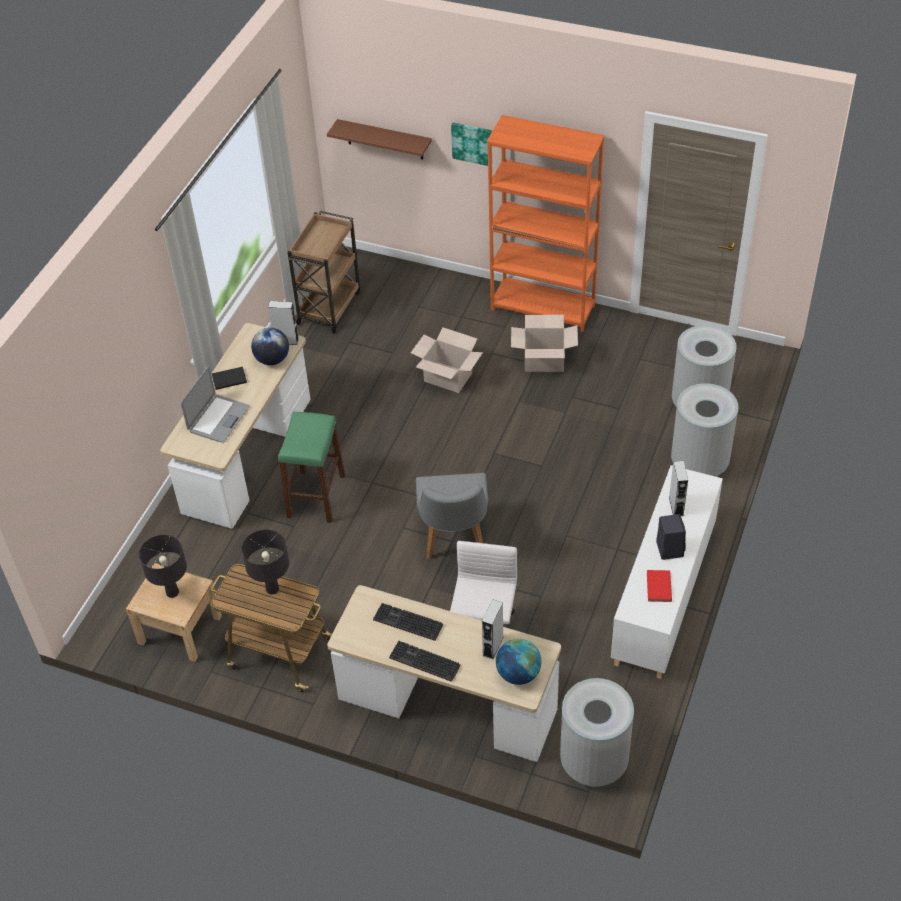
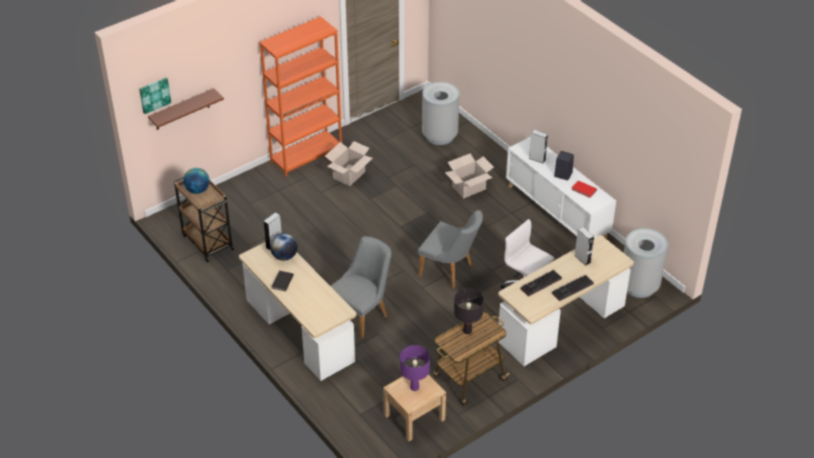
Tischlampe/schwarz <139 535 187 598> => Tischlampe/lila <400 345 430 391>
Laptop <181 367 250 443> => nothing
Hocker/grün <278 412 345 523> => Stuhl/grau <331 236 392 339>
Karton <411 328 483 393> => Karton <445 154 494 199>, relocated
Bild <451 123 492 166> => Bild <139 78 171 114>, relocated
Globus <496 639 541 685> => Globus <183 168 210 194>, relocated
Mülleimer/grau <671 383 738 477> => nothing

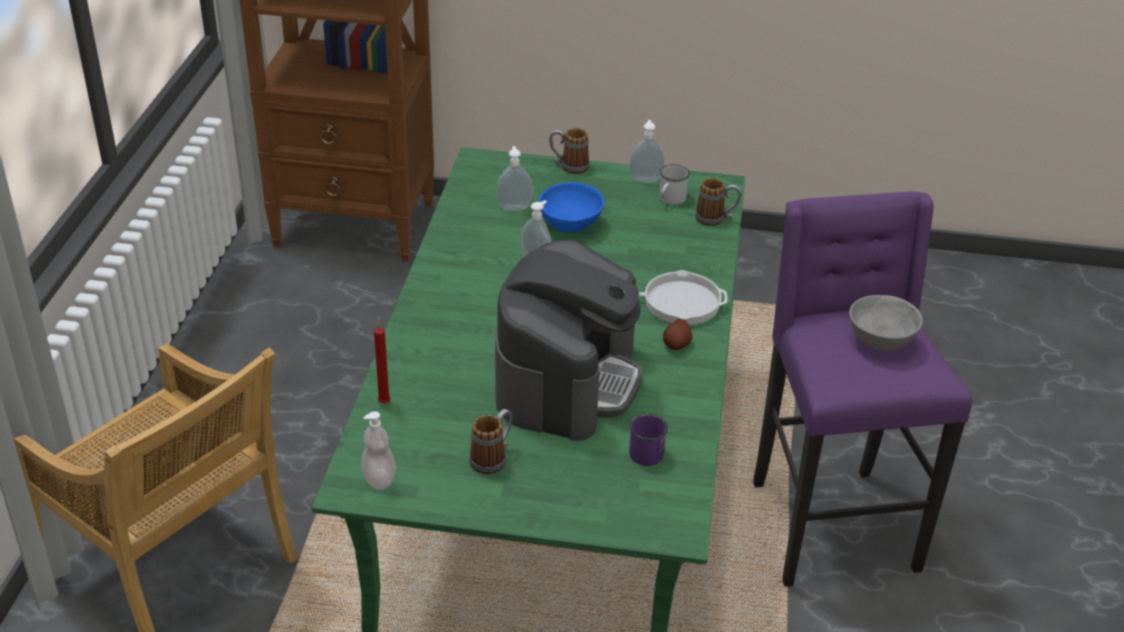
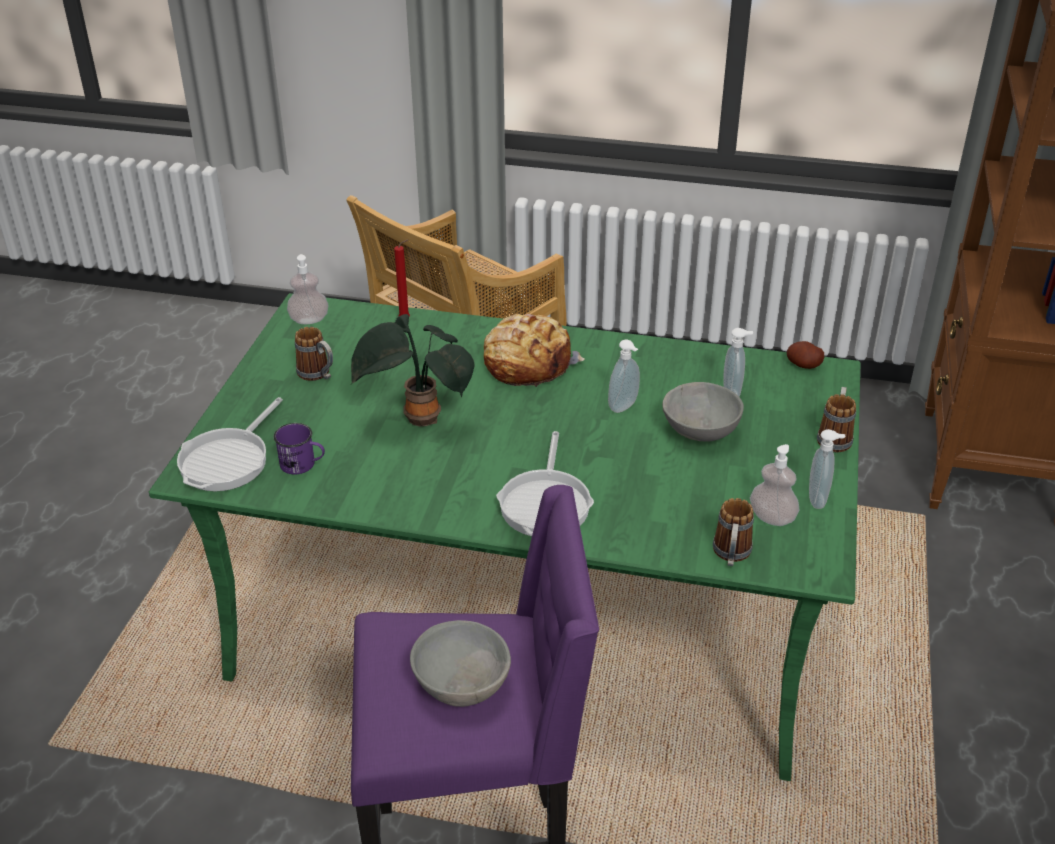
Kaffeemaschine <495 240 642 441> => Topfpflanze <351 314 474 427>
Schüssel/blau <539 182 604 233> => Schüssel/grau <662 382 744 442>
Henkelbecher/weiß <659 165 690 205> => Seifenspender <750 444 800 526>
Kartoffel <663 319 693 350> => Kartoffel <787 341 825 369>, relocated
nothing => Pfanne <177 397 283 491>
nothing => Brot <484 314 585 387>

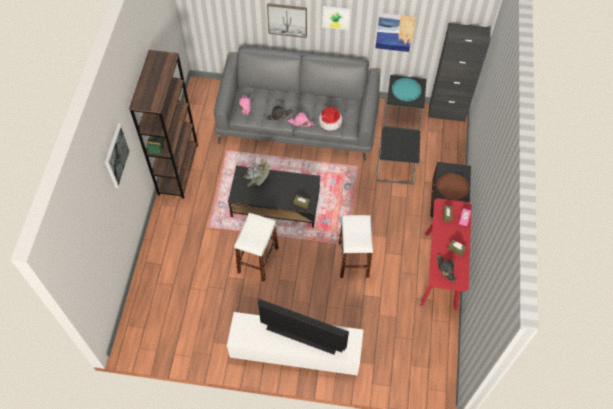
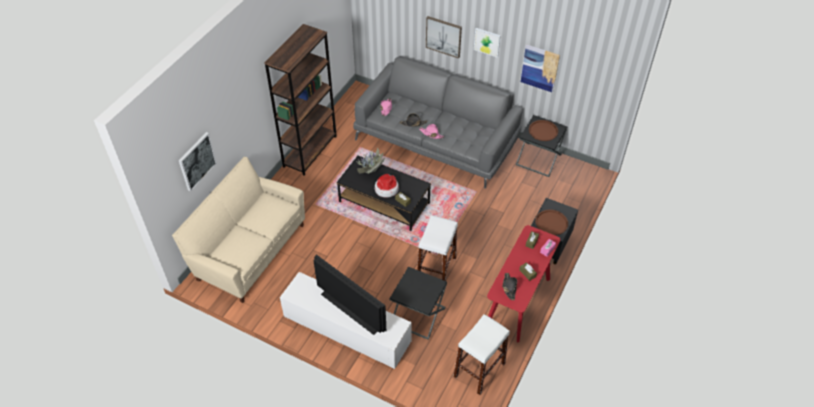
Bild <105 123 131 188> => Bild <179 132 217 192>, relocated
Hocker/weiß <234 213 279 282> => Hocker/weiß <454 314 510 395>, relocated
Hut <319 107 342 131> => Hut <375 174 399 198>, relocated
Beistelltisch/schwarz <377 127 420 185> => Beistelltisch/schwarz <390 267 447 340>, relocated
Tablett/türkis <392 78 421 101> => Tablett/braun <529 120 558 141>
Schrank/schwarz <428 23 491 122> => nothing
nothing => Sofa/beige <172 157 305 303>

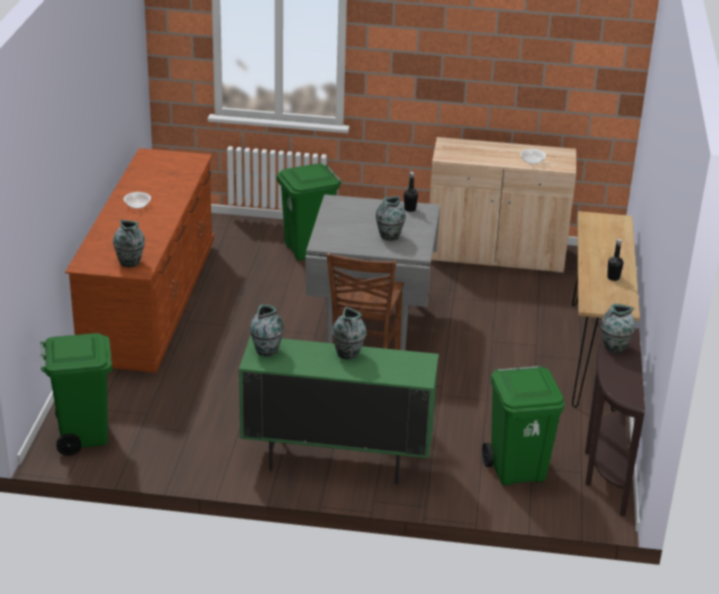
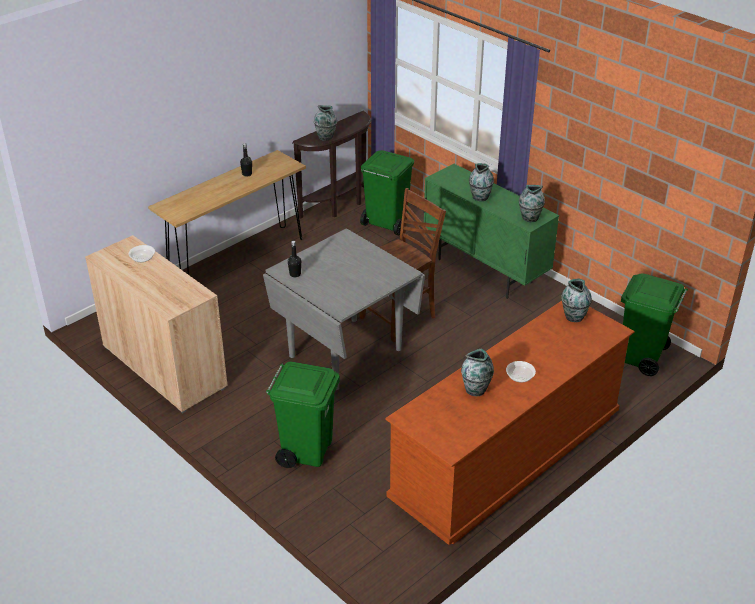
Vase <376 196 406 241> => Vase <461 349 494 396>, relocated

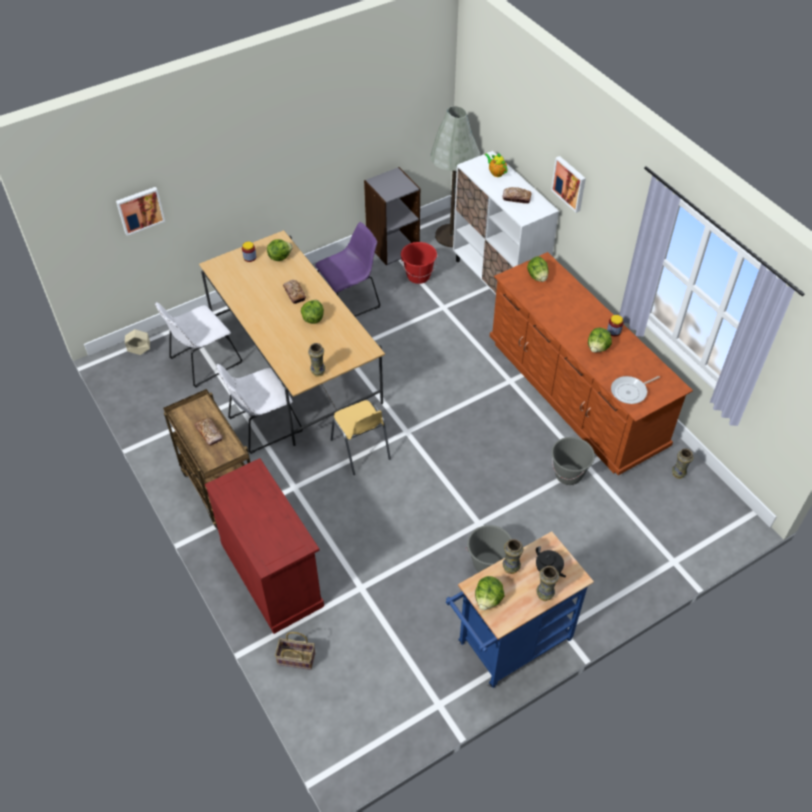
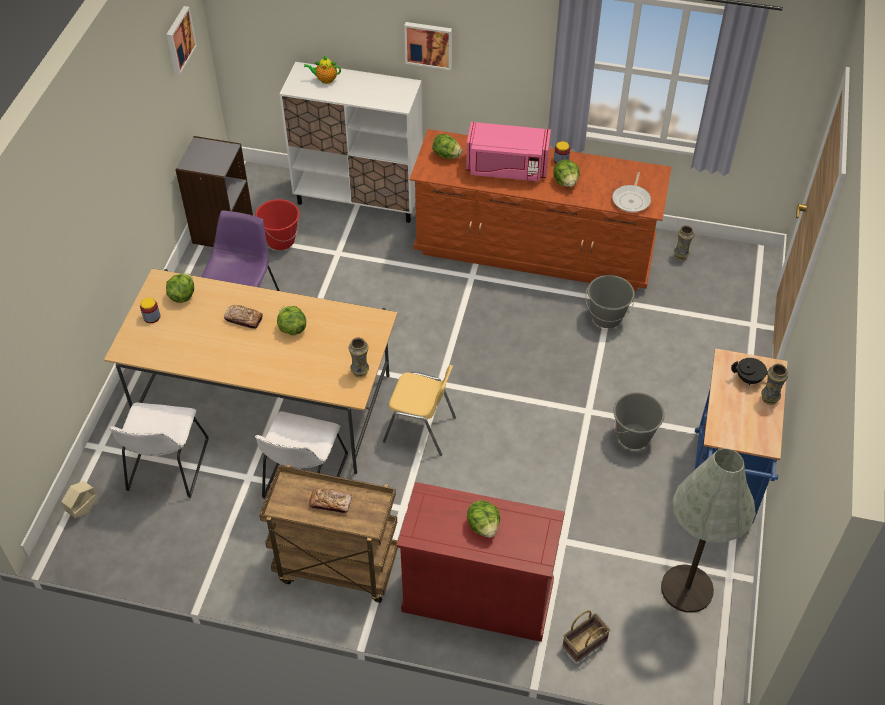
Bild <116 187 165 236> => Bild <166 6 197 74>, relocated
Stehlampe/grau <430 106 480 247> => Stehlampe/grau <661 448 756 613>, relocated
Salatkopf <475 576 504 610> => Salatkopf <467 500 500 538>, relocated
Brot <503 187 532 204> => nothing
Vase <503 539 523 574> => nothing
nothing => Mikrowelle/rosa <466 122 551 181>

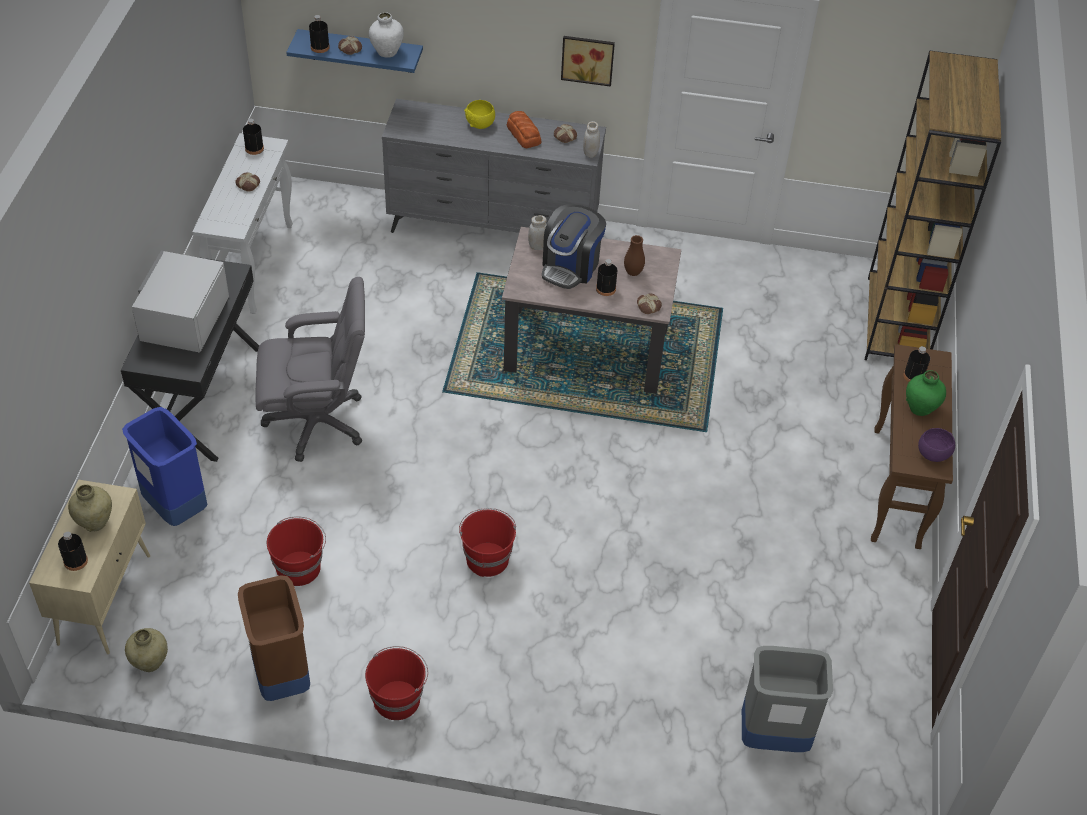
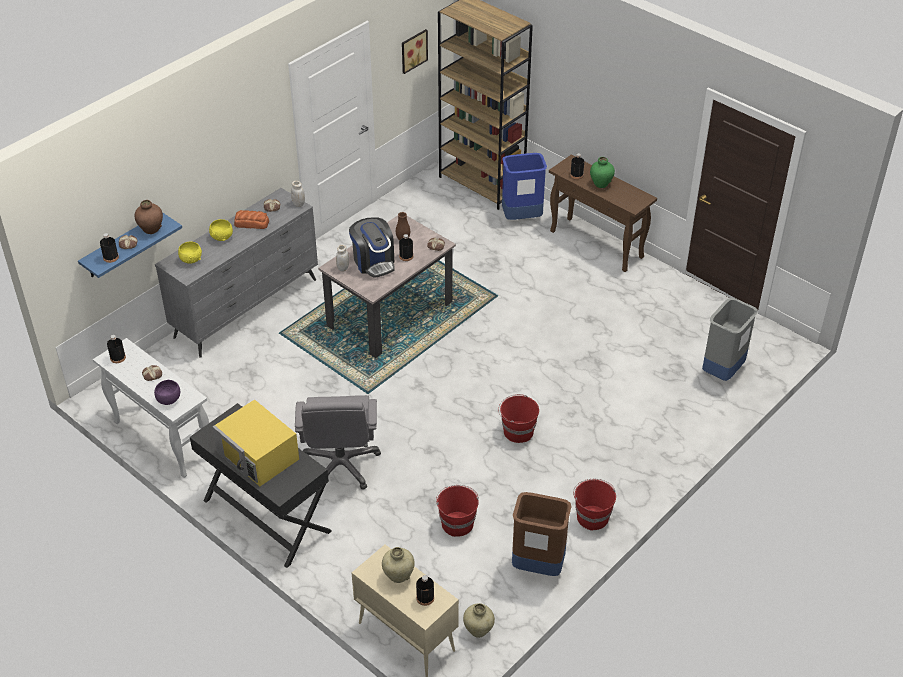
Mülleimer/blau <122 407 207 526> => Mülleimer/blau <502 153 547 220>, relocated
Mikrowelle/weiß <132 251 229 353> => Mikrowelle/gelb <213 399 299 486>
Bürostuhl/grau <255 277 365 462> => Bürostuhl/grau <295 395 381 490>, 150 degrees clockwise
Vase/weiß <369 12 404 58> => Vase/braun <134 200 163 234>
Bild <561 36 615 87> => Bild <402 29 428 74>, relocated
Schüssel/lila <918 428 955 462> => Schüssel/lila <154 379 180 405>, relocated
nothing => Schüssel/gelb <178 242 202 264>

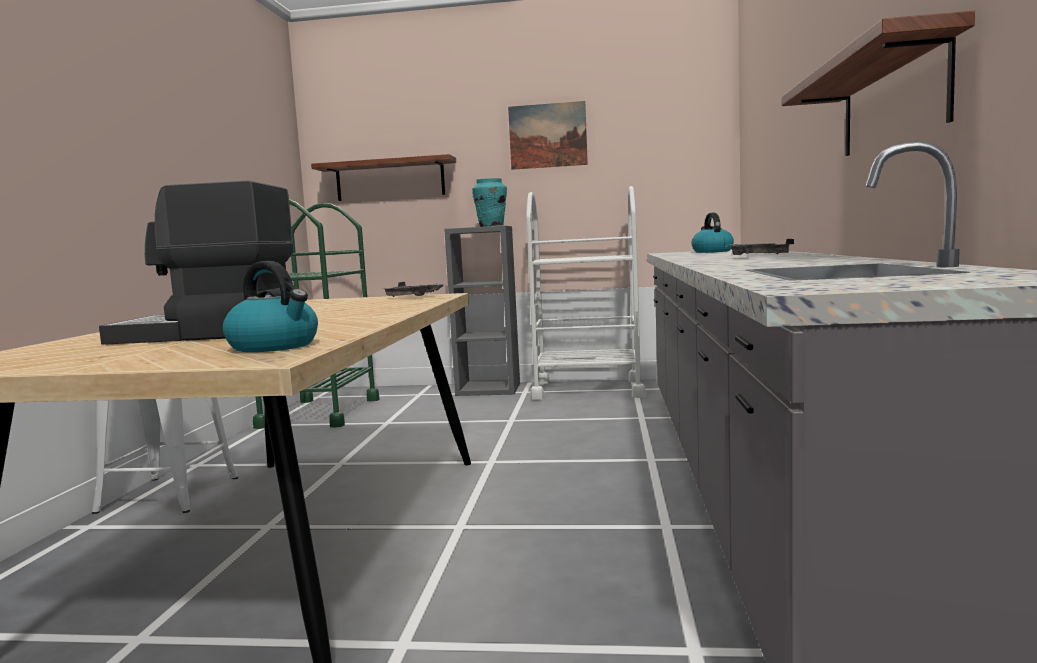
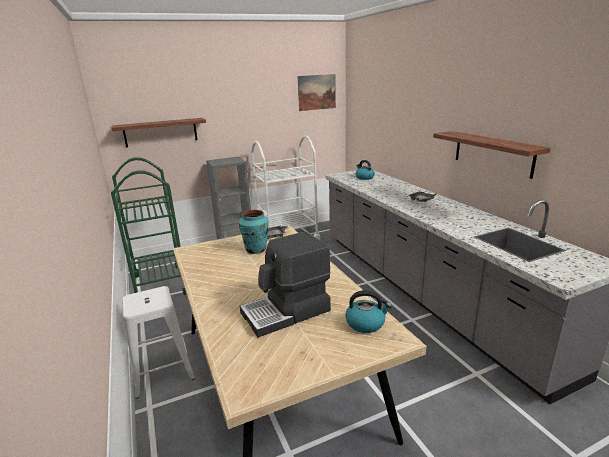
Vase/türkis <472 178 507 227> => Vase/türkis <239 210 269 254>, relocated
Bild <508 101 588 170> => Bild <298 74 336 111>, relocated

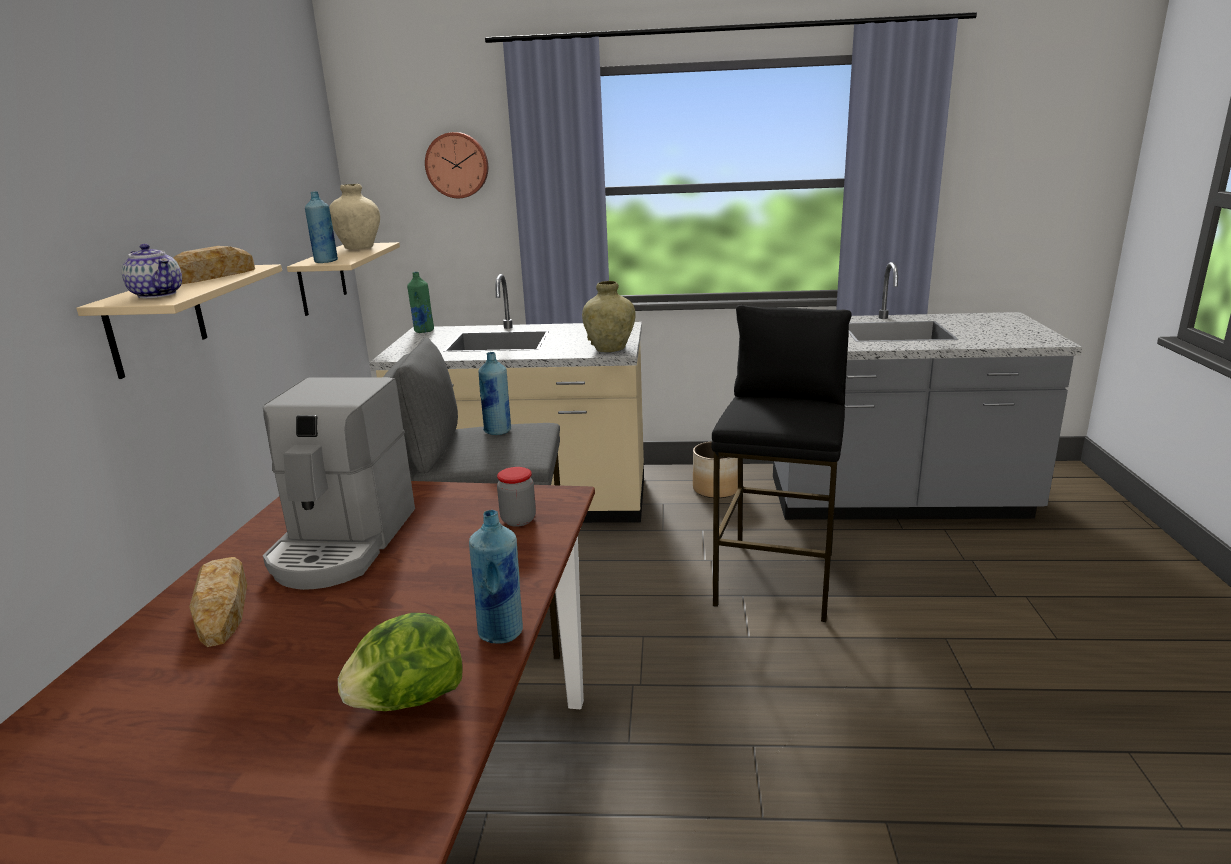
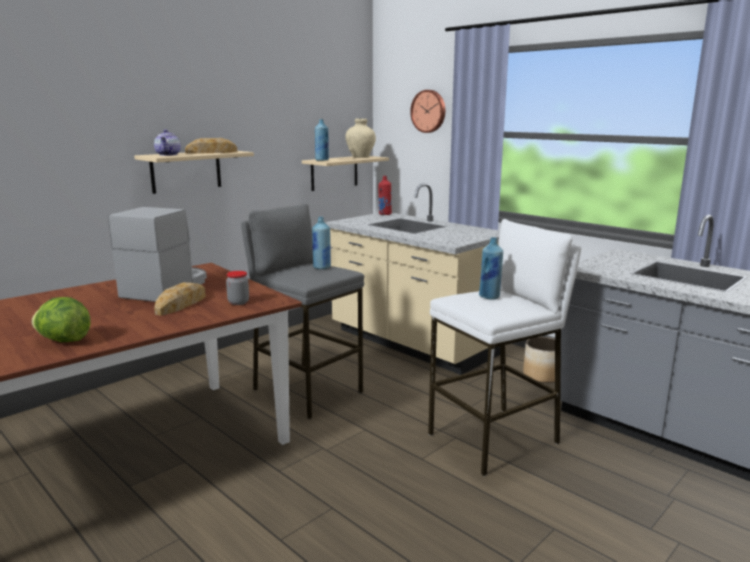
Brot <189 557 247 647> => Brot <154 282 206 316>, relocated
Kaffeemaschine <263 377 415 590> => Kaffeemaschine <108 207 207 302>, 150 degrees clockwise
Flasche/grün <407 272 434 333> => Flasche/rot <379 176 392 215>
Flasche/blau <469 510 523 644> => Flasche/blau <479 237 503 300>, relocated
Vase/beige <582 281 636 352> => nothing
Hocker/schwarz <711 305 852 622> => Hocker/weiß <428 219 581 476>

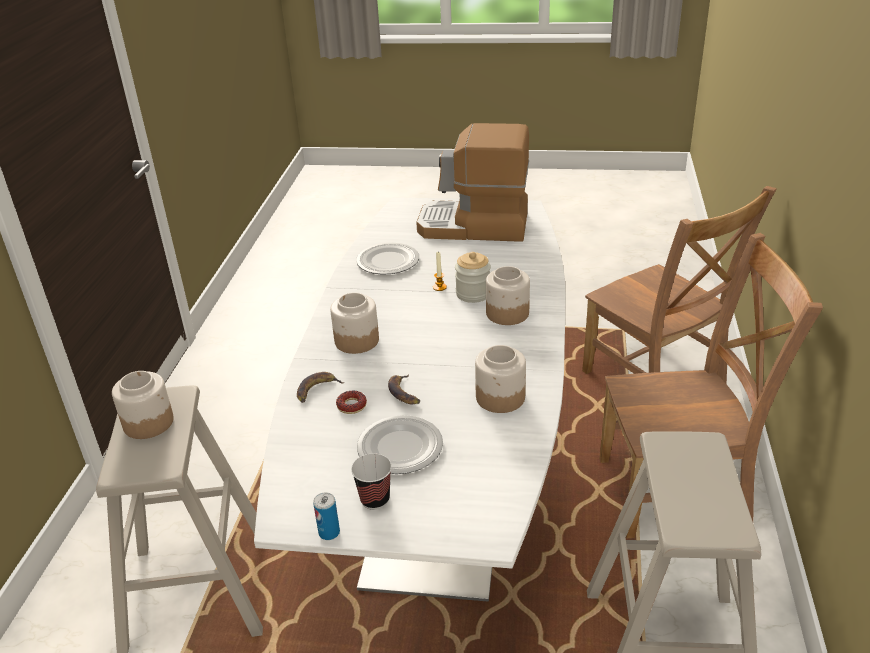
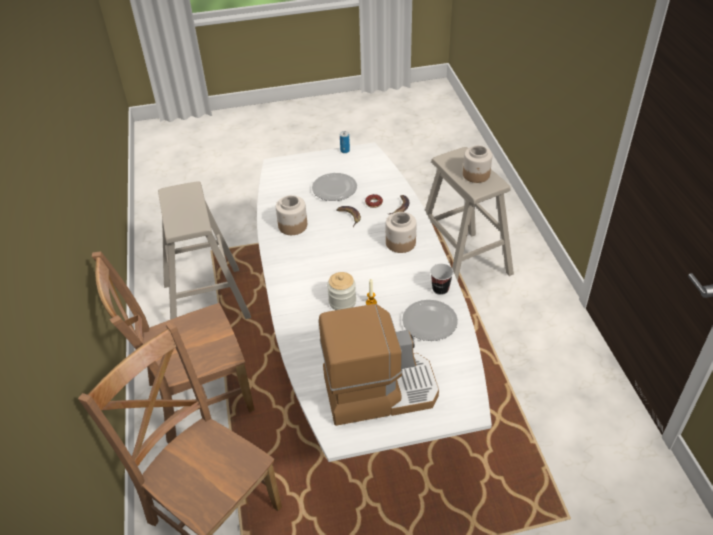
Tasse <351 453 392 510> => Tasse <430 264 453 295>, relocated
Vorratsglas <486 266 530 325> => nothing

